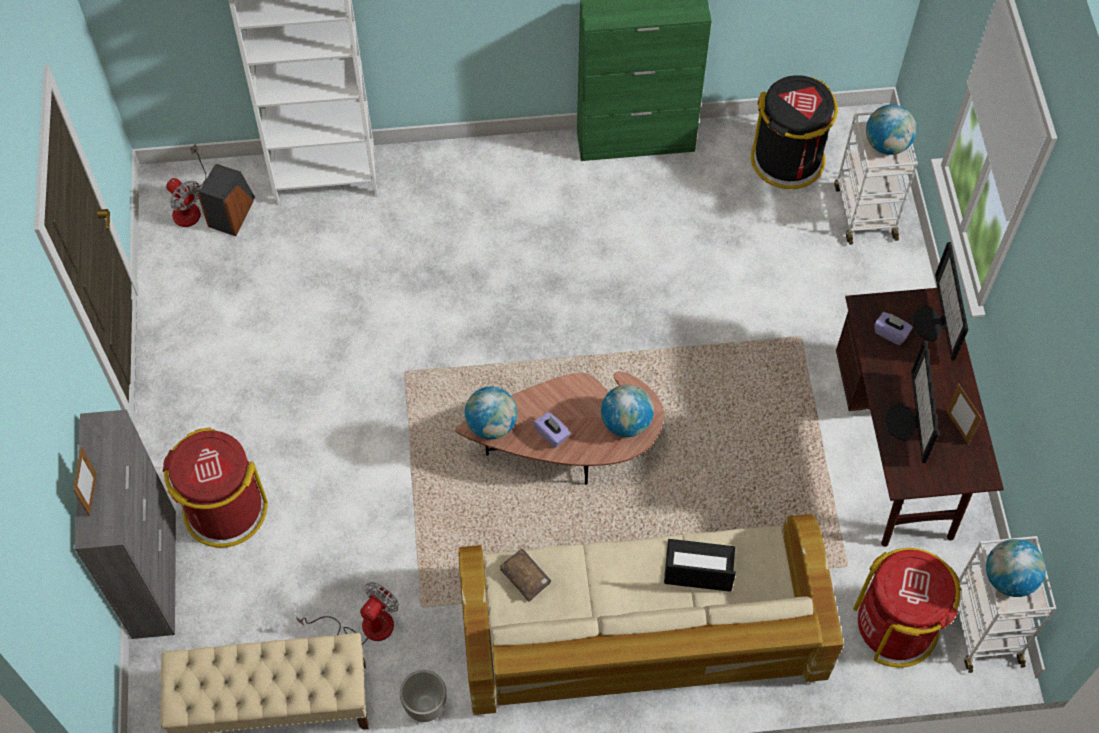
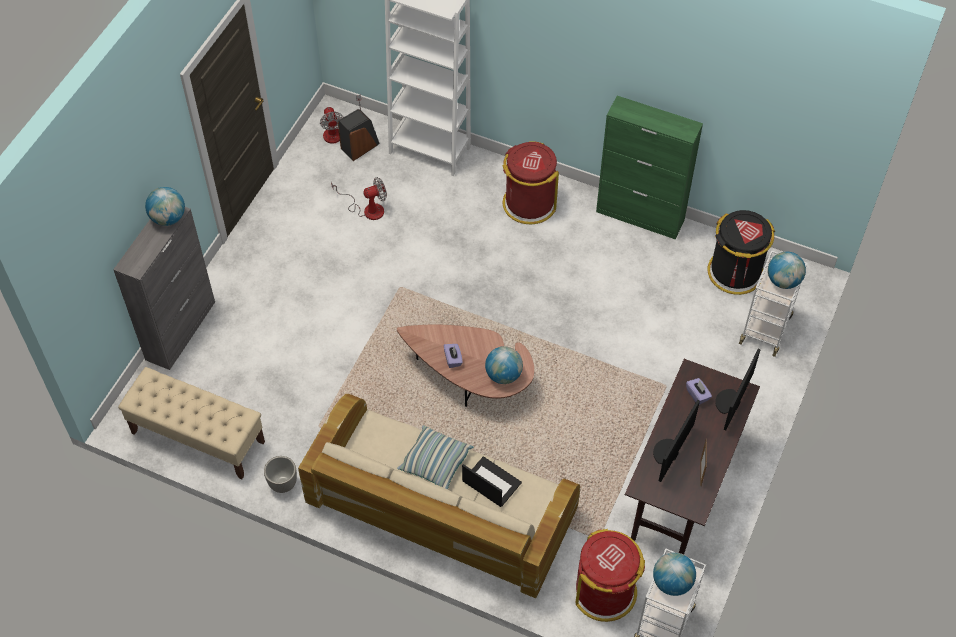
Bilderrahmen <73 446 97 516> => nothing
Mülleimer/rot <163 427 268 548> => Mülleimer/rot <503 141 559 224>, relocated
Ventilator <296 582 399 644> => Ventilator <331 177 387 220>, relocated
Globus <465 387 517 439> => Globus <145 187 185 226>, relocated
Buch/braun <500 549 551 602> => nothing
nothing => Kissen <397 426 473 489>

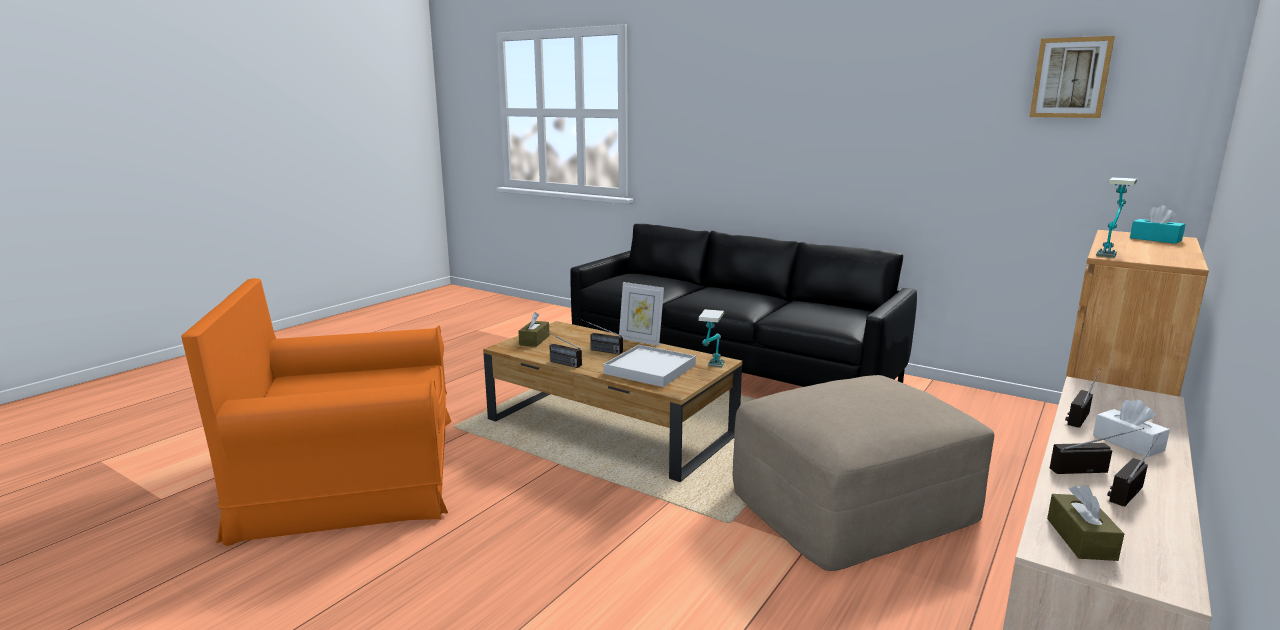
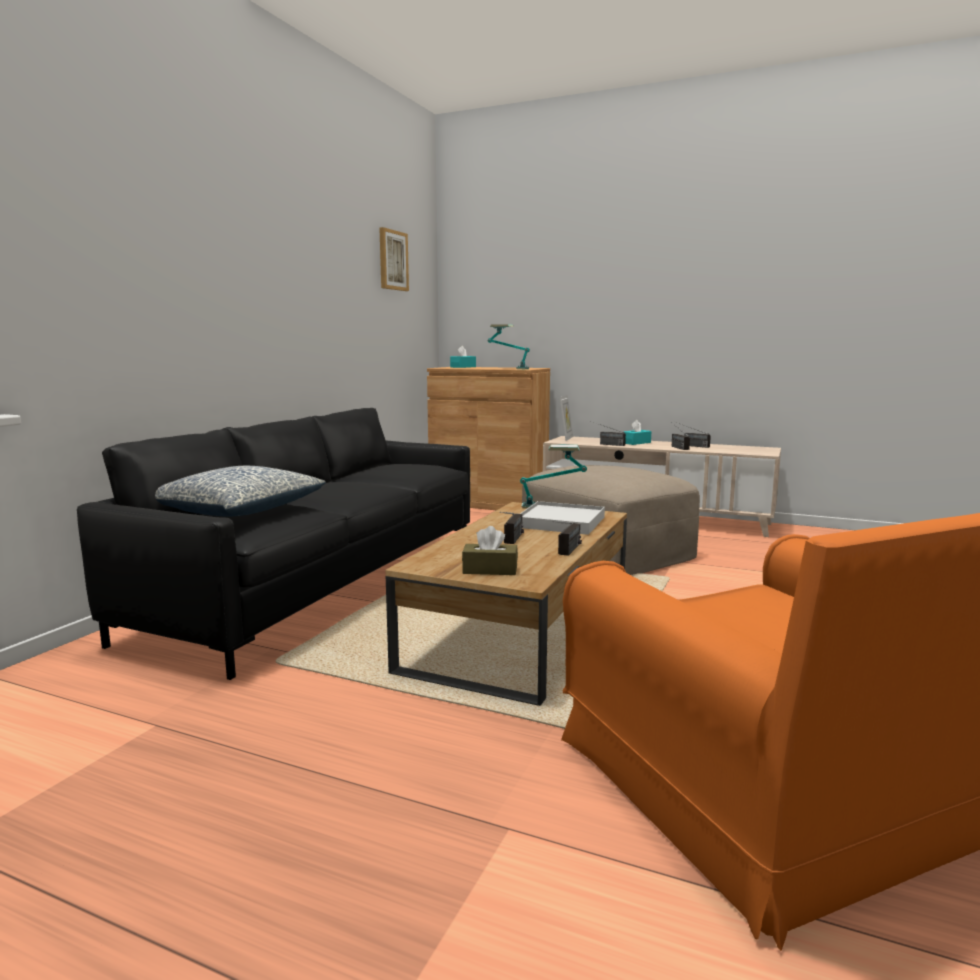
Bilderrahmen <619 282 664 346> => Bilderrahmen <560 395 573 441>, relocated
Taschentuchbox/braun <1047 485 1124 561> => nothing
Taschentuchbox/weiß <1093 400 1170 457> => Taschentuchbox/türkis <624 420 651 445>
nothing => Kissen <155 466 326 516>

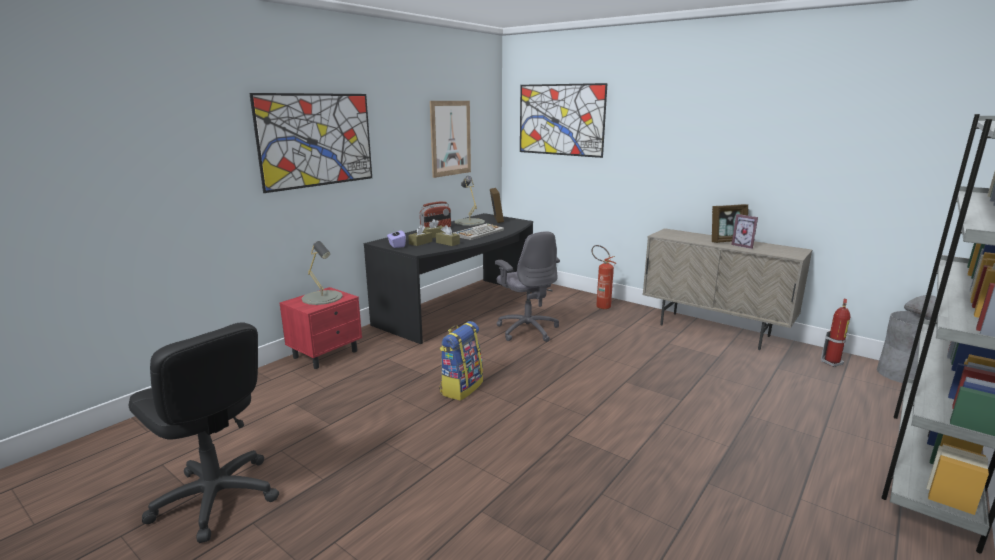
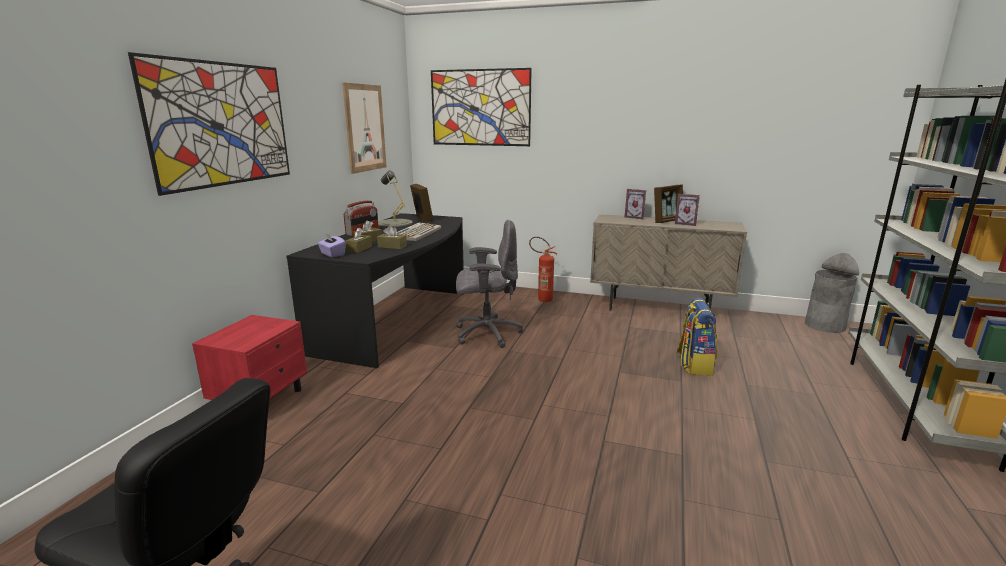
Tischlampe/grau <302 241 343 305> => nothing
Rucksack <439 321 483 401> => Rucksack <676 298 717 376>, relocated
Bürostuhl/grau <495 231 560 342> => Bürostuhl/grau <456 220 523 348>, 45 degrees counterclockwise
Feuerlöscher <821 299 850 367> => nothing
nothing => Bilderrahmen <625 189 646 219>

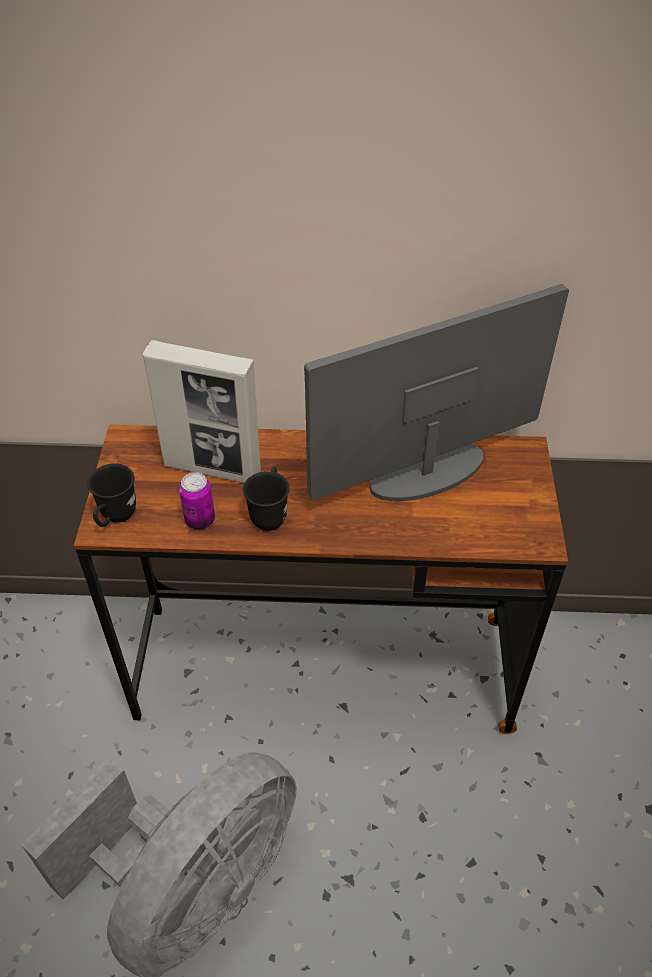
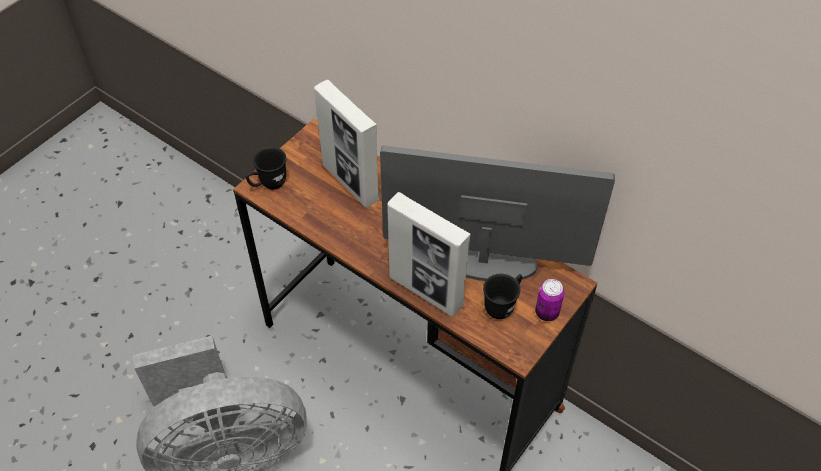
Dose <179 472 215 530> => Dose <535 279 564 321>, relocated
Henkelbecher/schwarz <243 466 290 531> => Henkelbecher/schwarz <483 274 522 319>, relocated
nothing => Bilderrahmen <387 192 471 317>

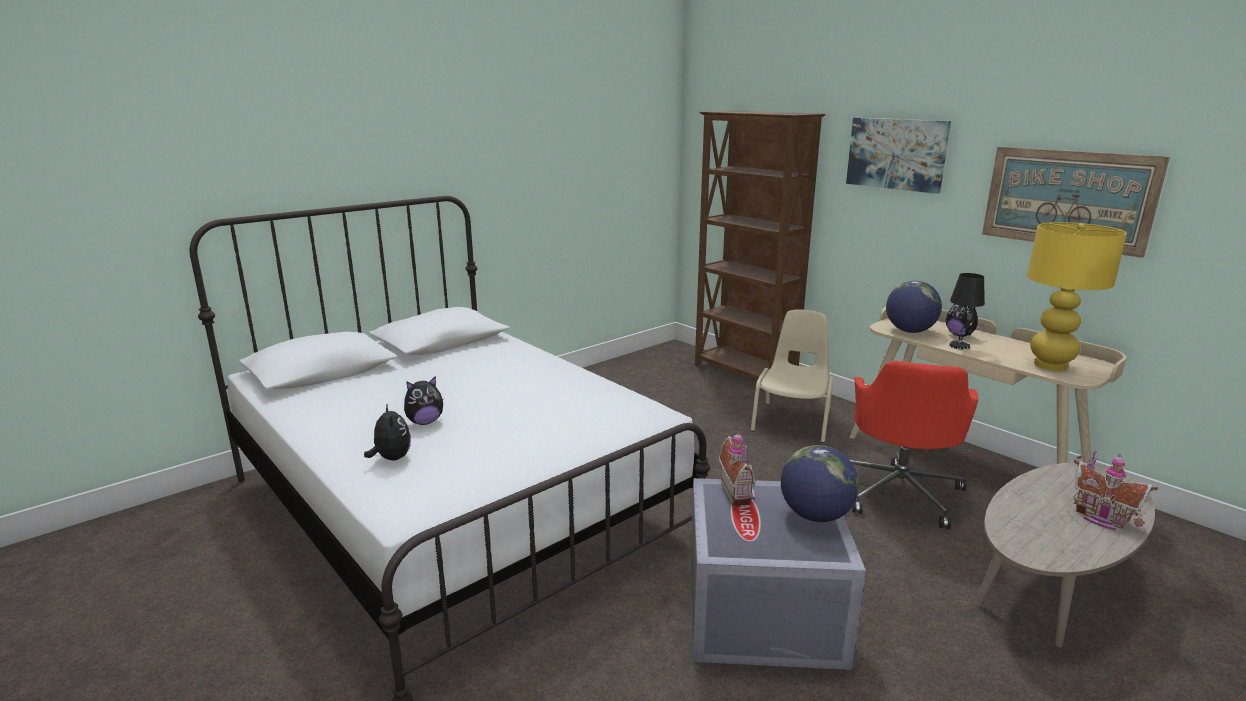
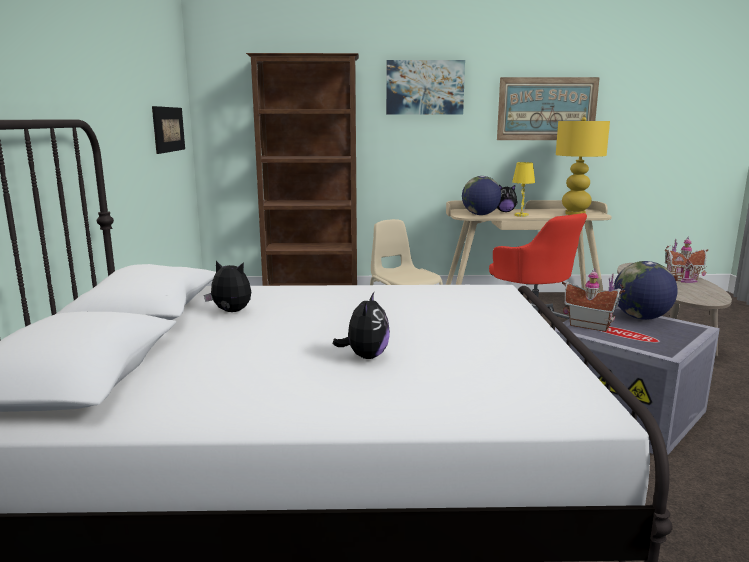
Plüschtier <364 403 411 461> => Plüschtier <204 261 251 312>, relocated
Tischlampe/schwarz <949 273 985 350> => Tischlampe/gelb <512 162 535 217>
nothing => Bild <152 106 185 154>

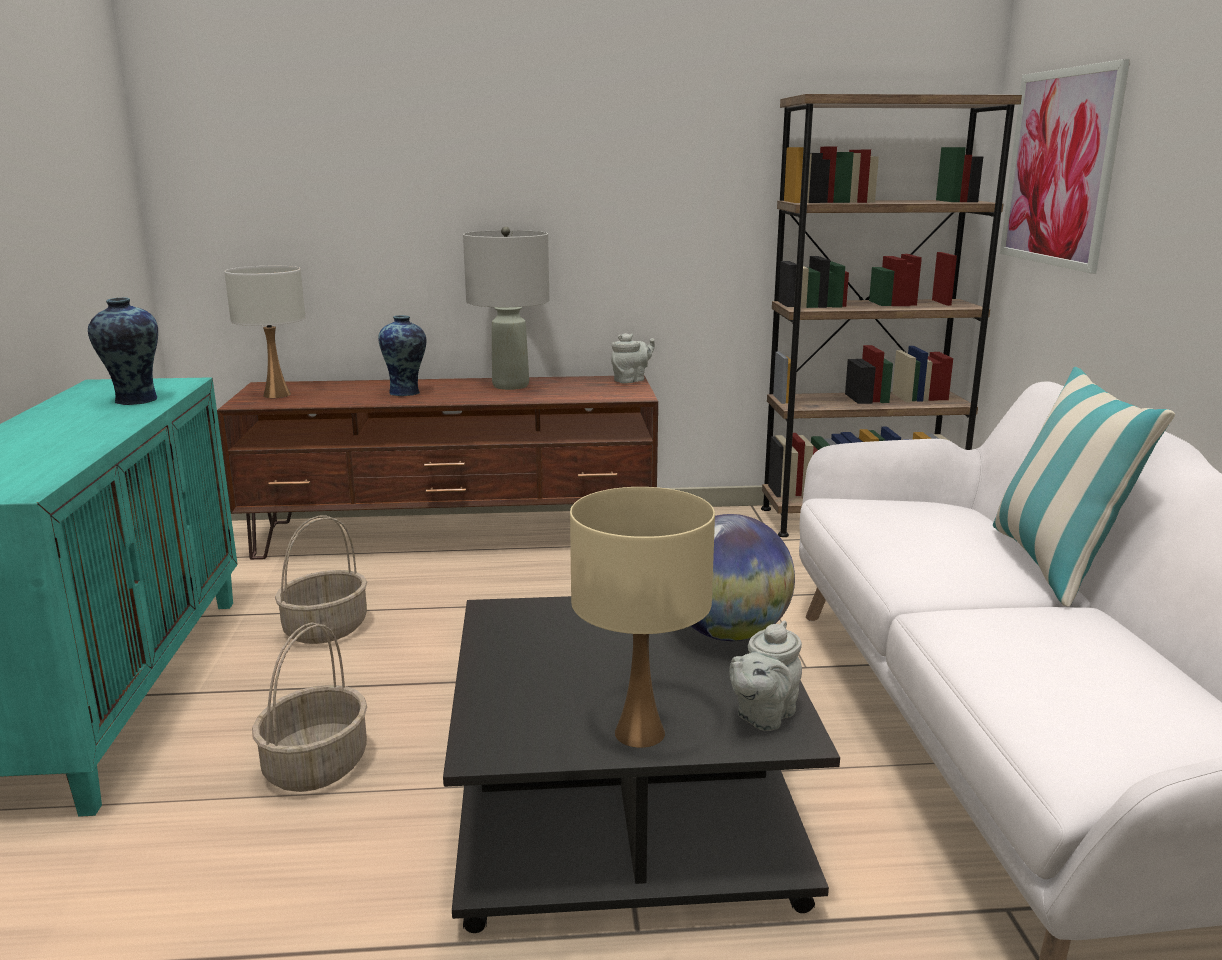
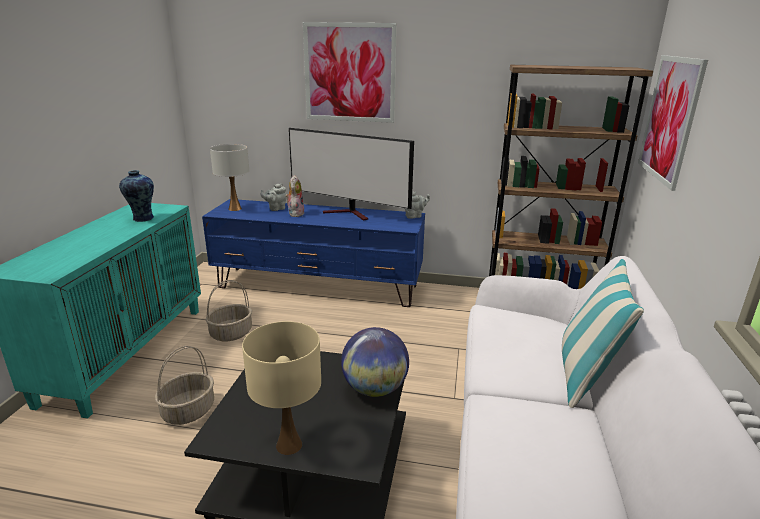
Fernsehschrank/braun <217 375 658 560> => Fernsehschrank/blau <202 199 425 307>
Vase <378 315 426 396> => Plüschtier <286 175 304 217>
Tischlampe/grau <463 227 549 390> => Fernseher <289 128 414 221>
Teekanne/grau <729 621 802 731> => Teekanne/grau <261 183 286 211>, relocated
nothing => Bild <303 22 397 123>

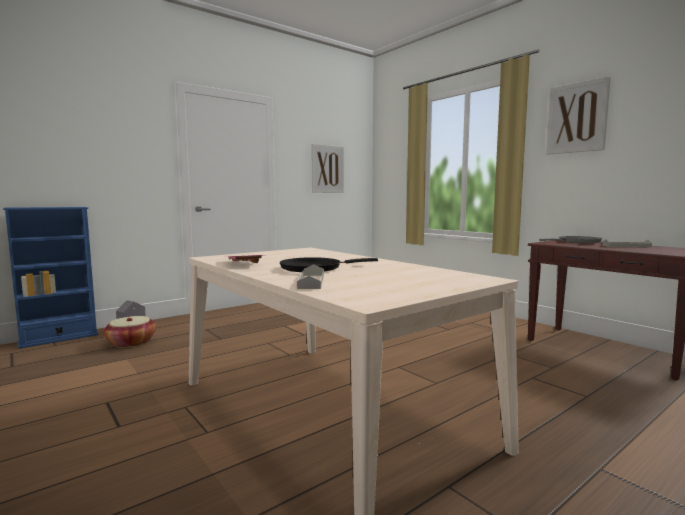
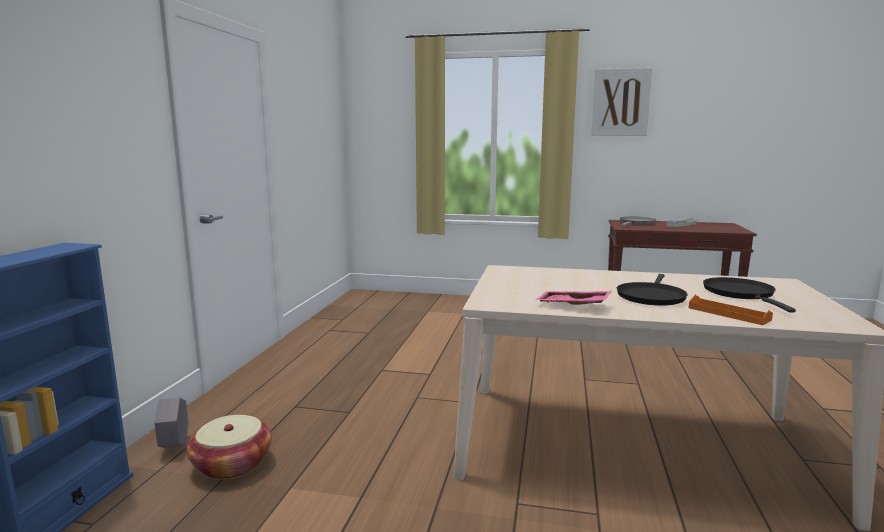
Tablett/grau <297 264 324 289> => Tablett/orange <689 295 773 325>
Bild <311 144 344 193> => nothing
nothing => Pfanne/schwarz <703 277 796 313>

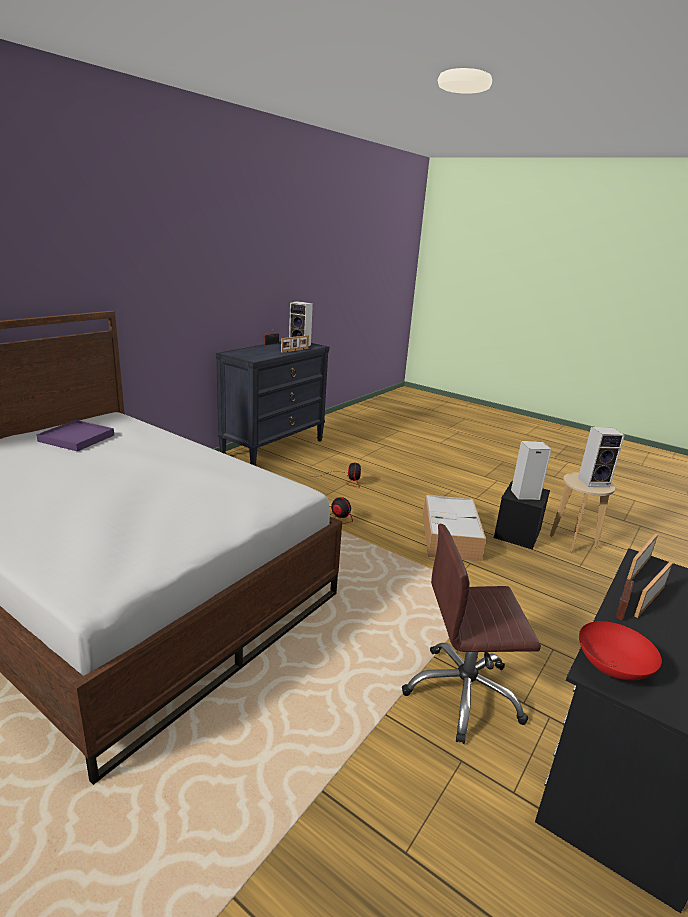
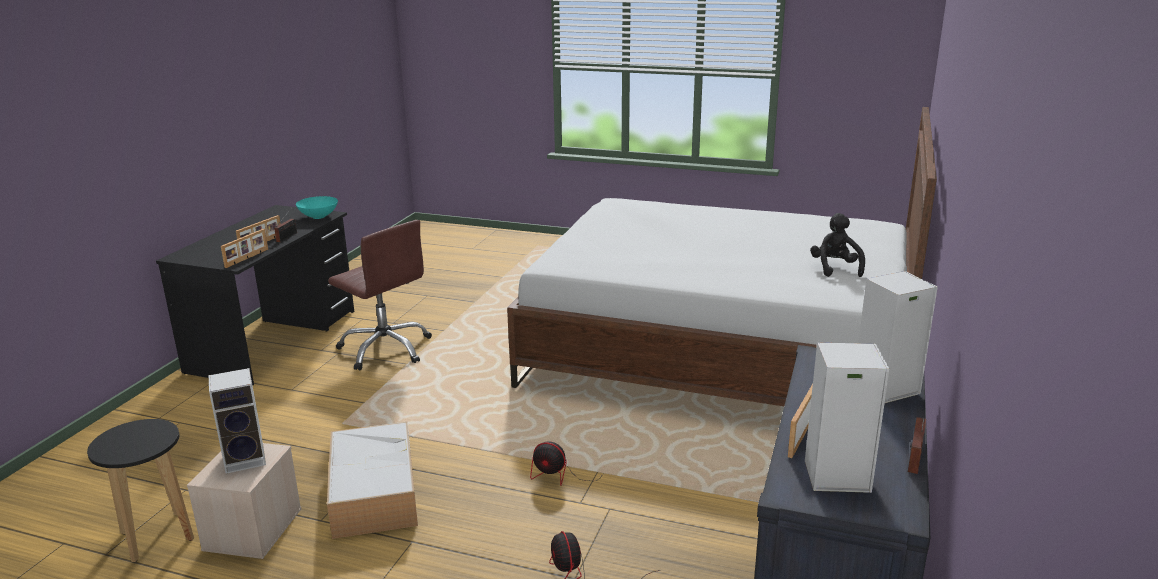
Tablett/lila <36 420 114 451> => Plüschtier/schwarz <810 213 865 277>
Bürostuhl/braun <402 524 541 744> => Bürostuhl/braun <328 220 432 371>, 60 degrees clockwise
Aufbewahrungsbox/schwarz <494 481 550 550> => Aufbewahrungsbox/beige <187 443 301 559>
Hocker/beige <550 472 615 552> => Hocker/schwarz <87 419 194 562>
Lautsprecher <578 427 625 487> => Lautsprecher <858 271 938 403>, relocated
Schüssel/rot <579 621 662 681> => Schüssel/türkis <296 196 338 219>

